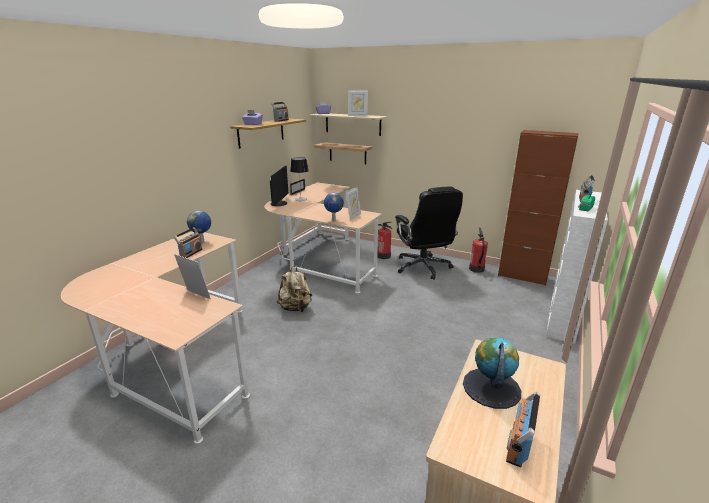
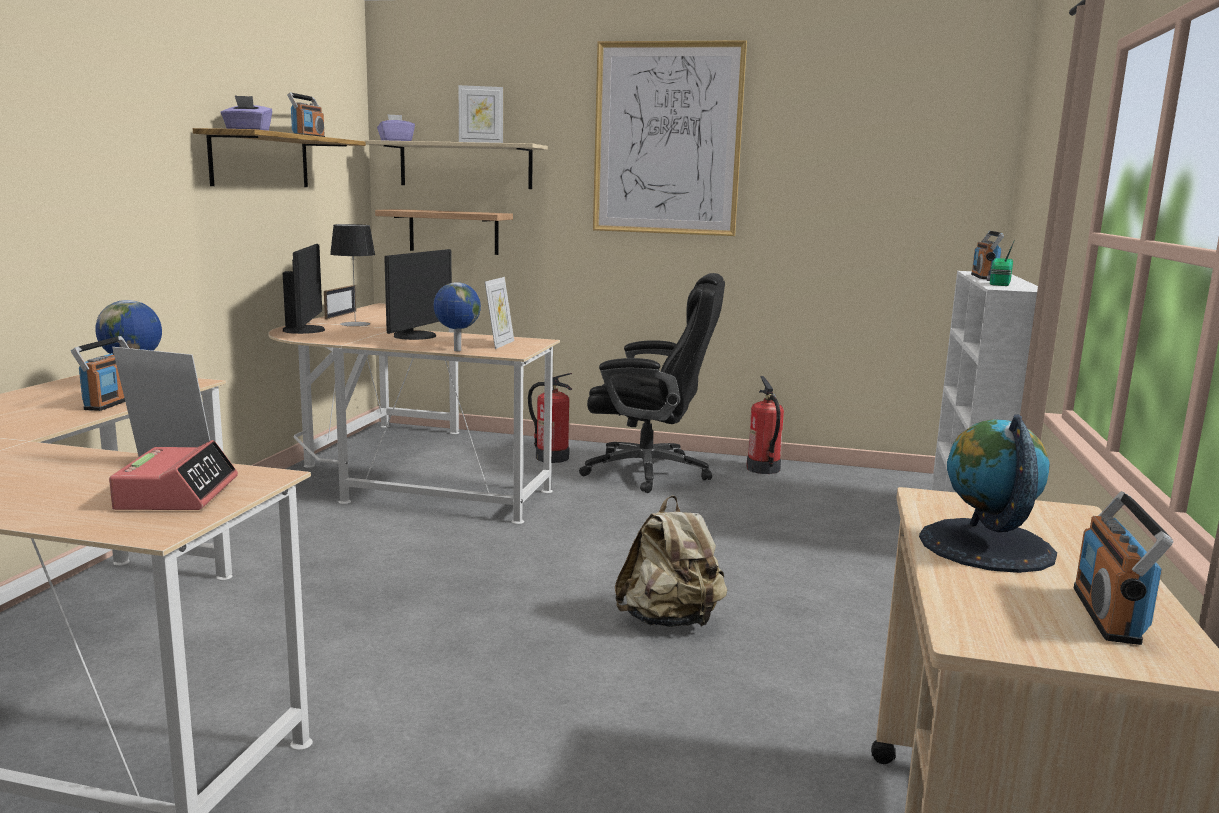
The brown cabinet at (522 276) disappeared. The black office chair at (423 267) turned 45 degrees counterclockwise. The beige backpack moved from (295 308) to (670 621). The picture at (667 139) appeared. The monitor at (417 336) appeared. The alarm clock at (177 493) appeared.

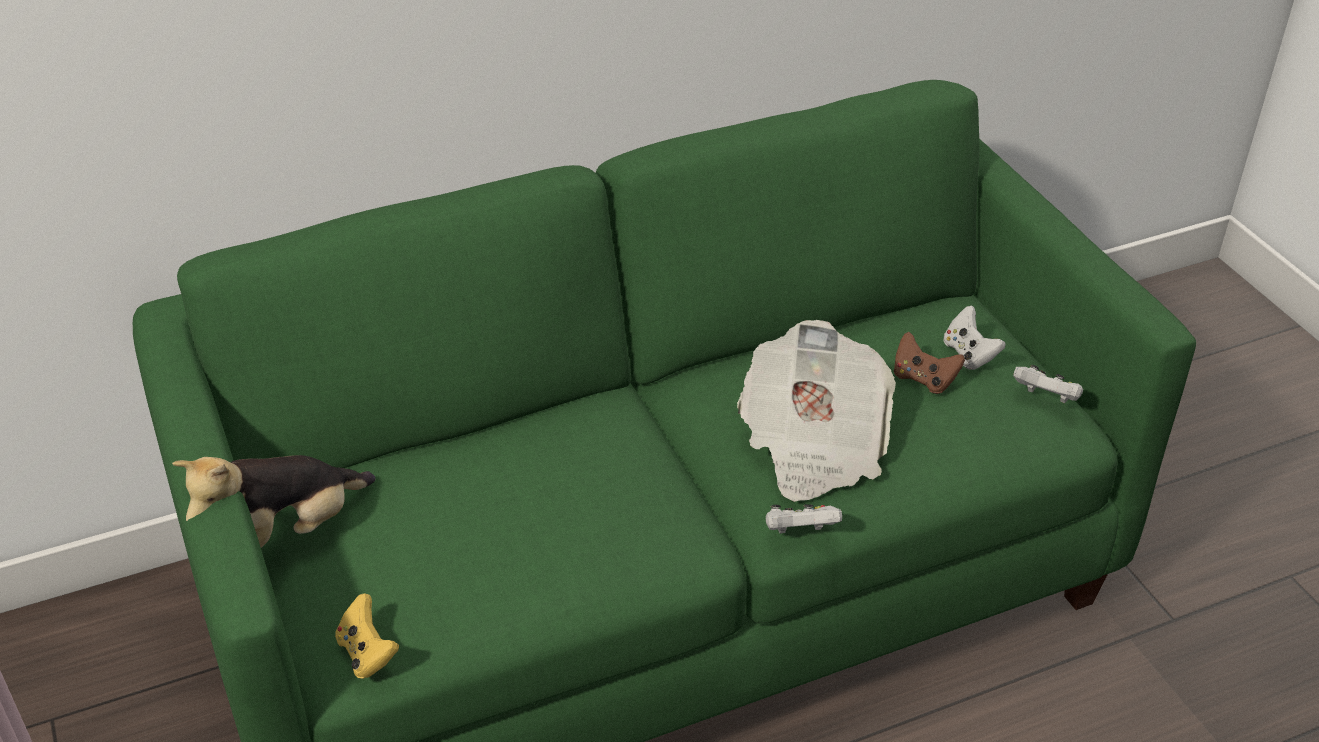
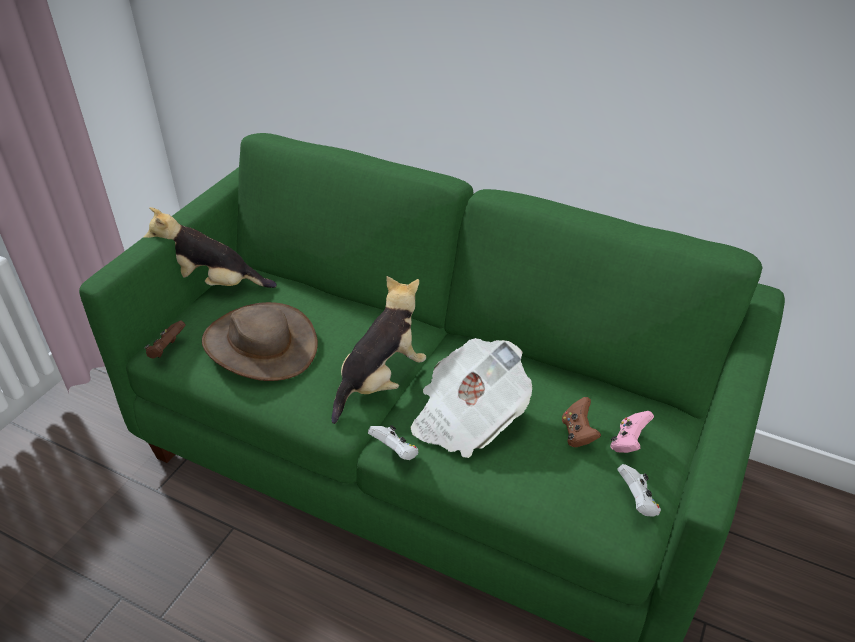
The white game controller at (969 354) became the pink game controller at (628 442). The yellow game controller at (367 654) became the brown game controller at (167 350). The plush toy at (380 381) appeared. The brown hat at (260 344) appeared.

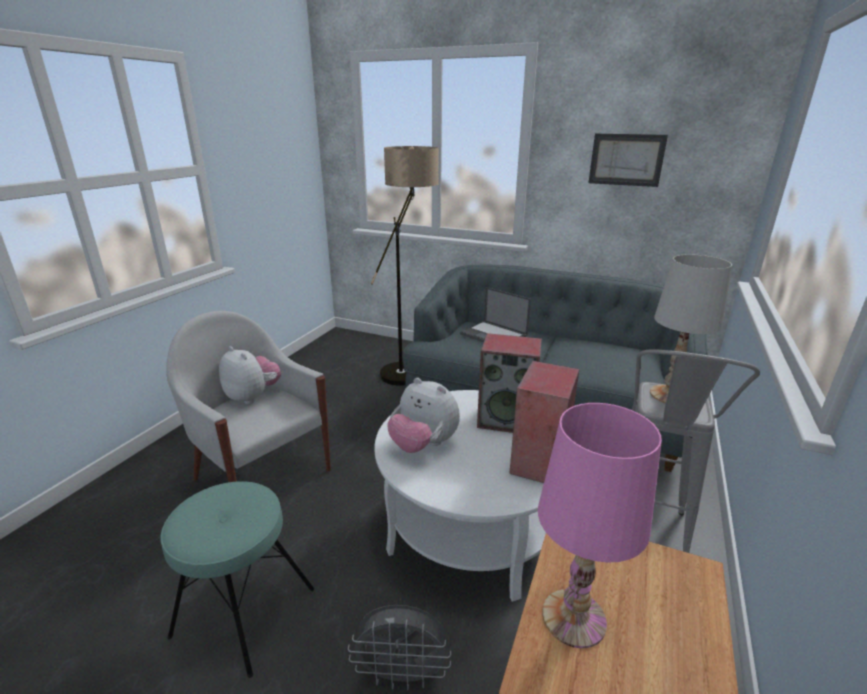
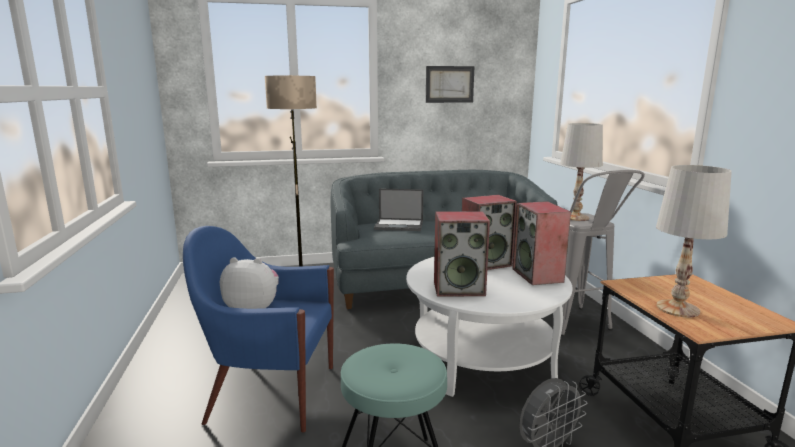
The white armchair at (262 473) became the blue armchair at (270 393). The plush toy at (423 445) was replaced by the speaker at (459 288). The pink table lamp at (574 619) became the white table lamp at (678 309).

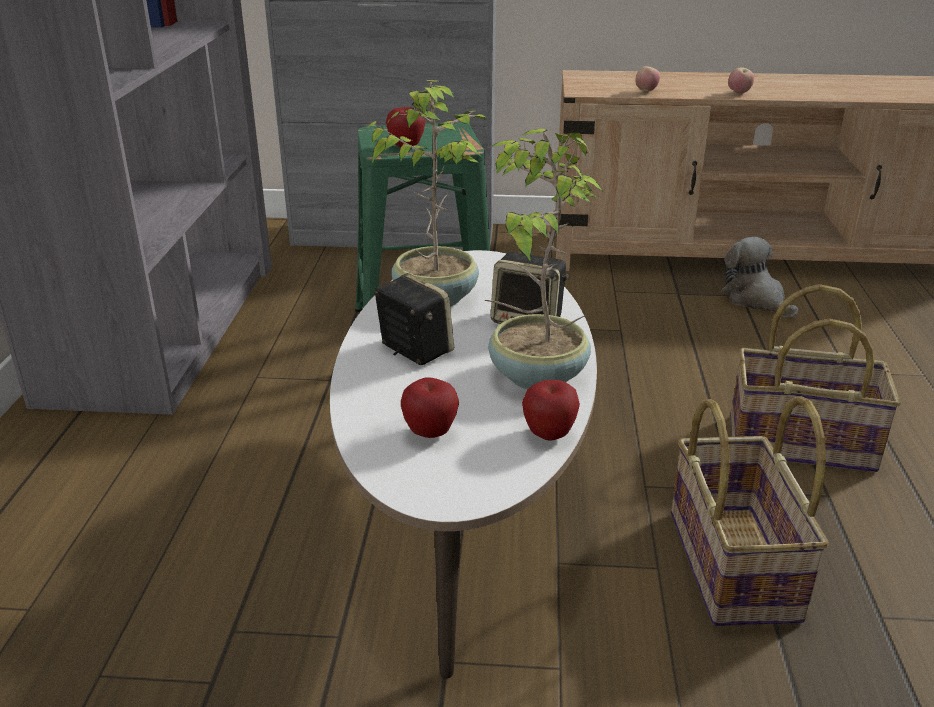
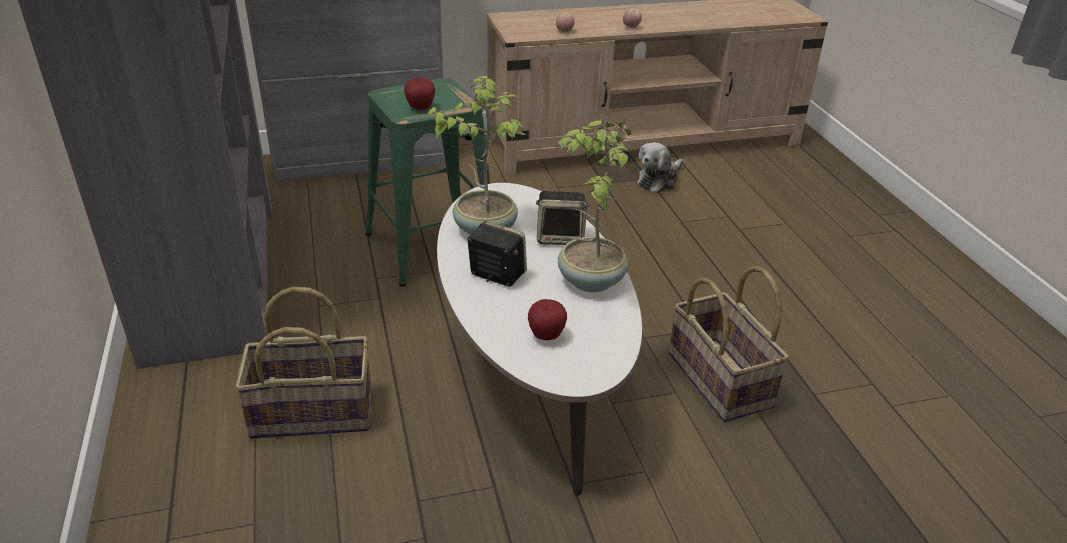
The plush toy at (755 300) turned 90 degrees counterclockwise. The basket moved from (801 442) to (313 412). The apple at (549 434) disappeared.

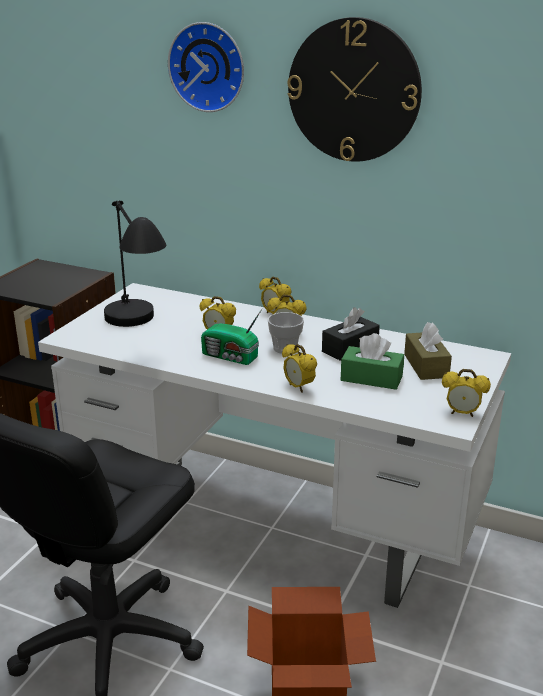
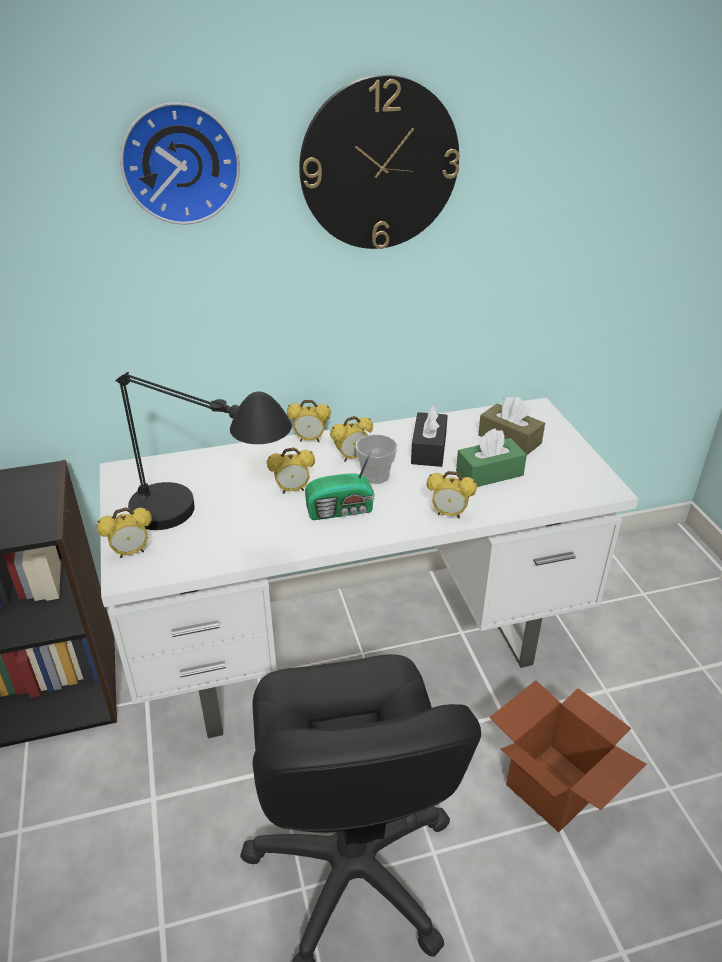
The alarm clock moved from (462 413) to (131 552).

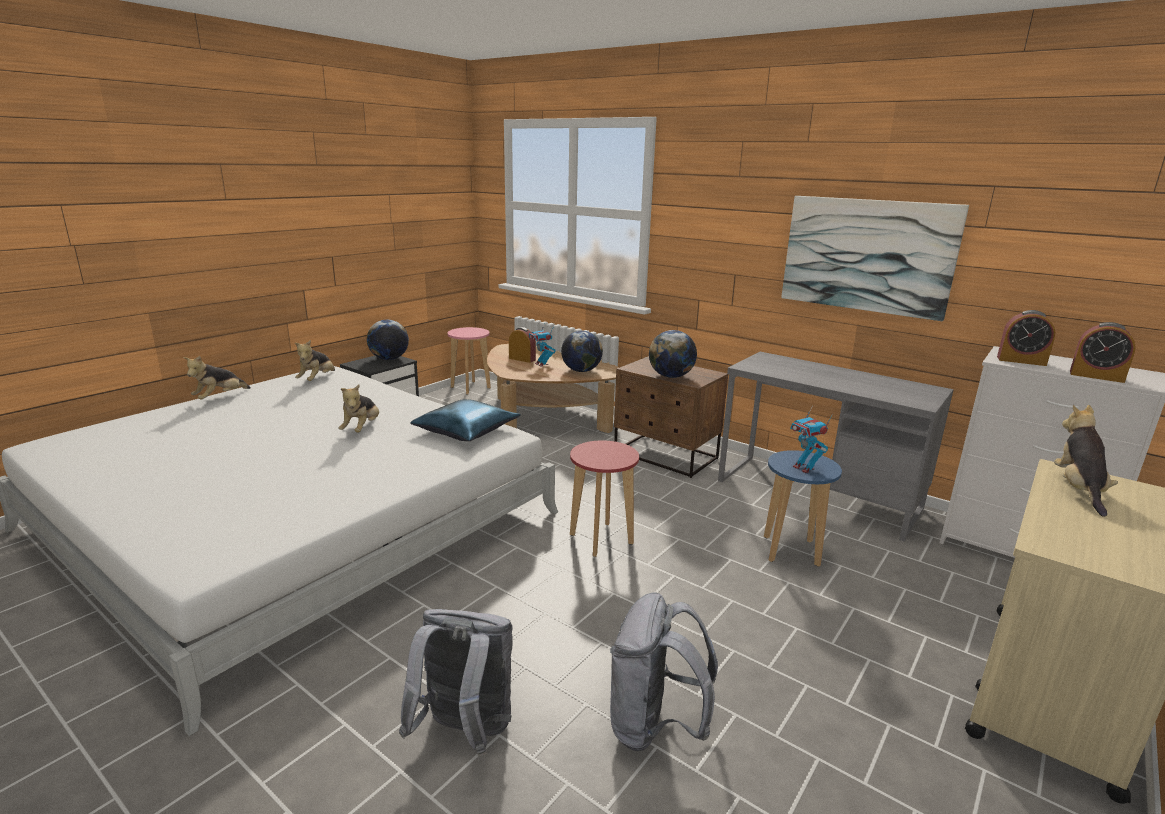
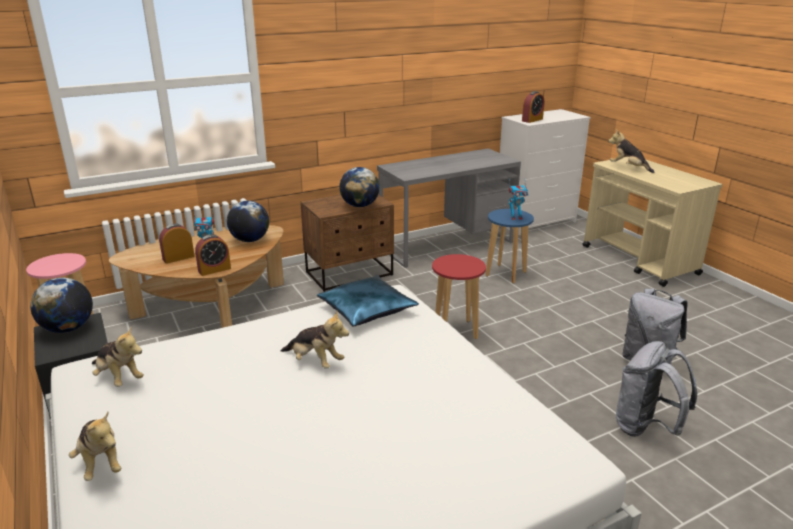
The picture at (867 255) disappeared. The alarm clock moved from (1096 376) to (214 270).

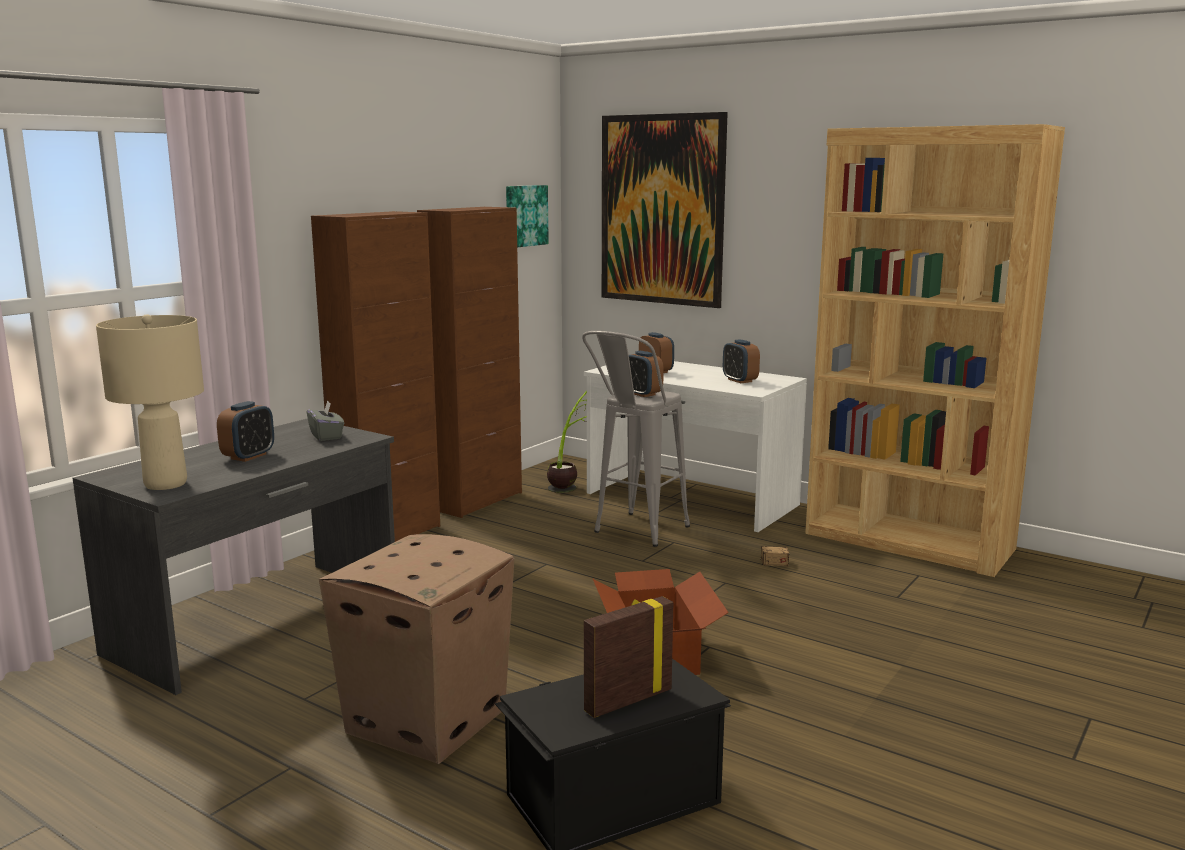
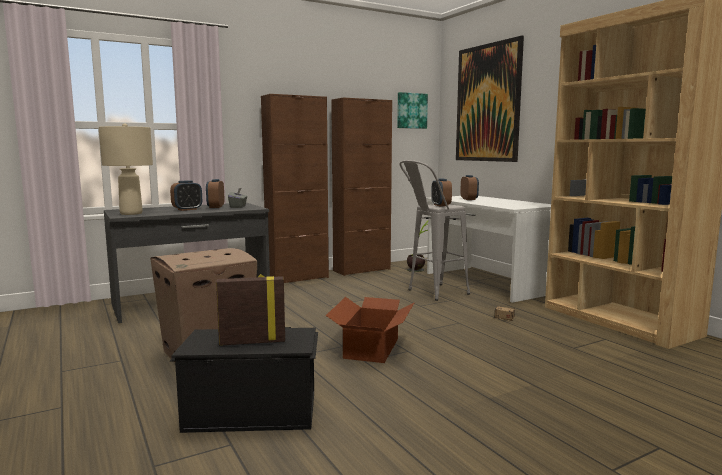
The alarm clock moved from (739 380) to (215 207).

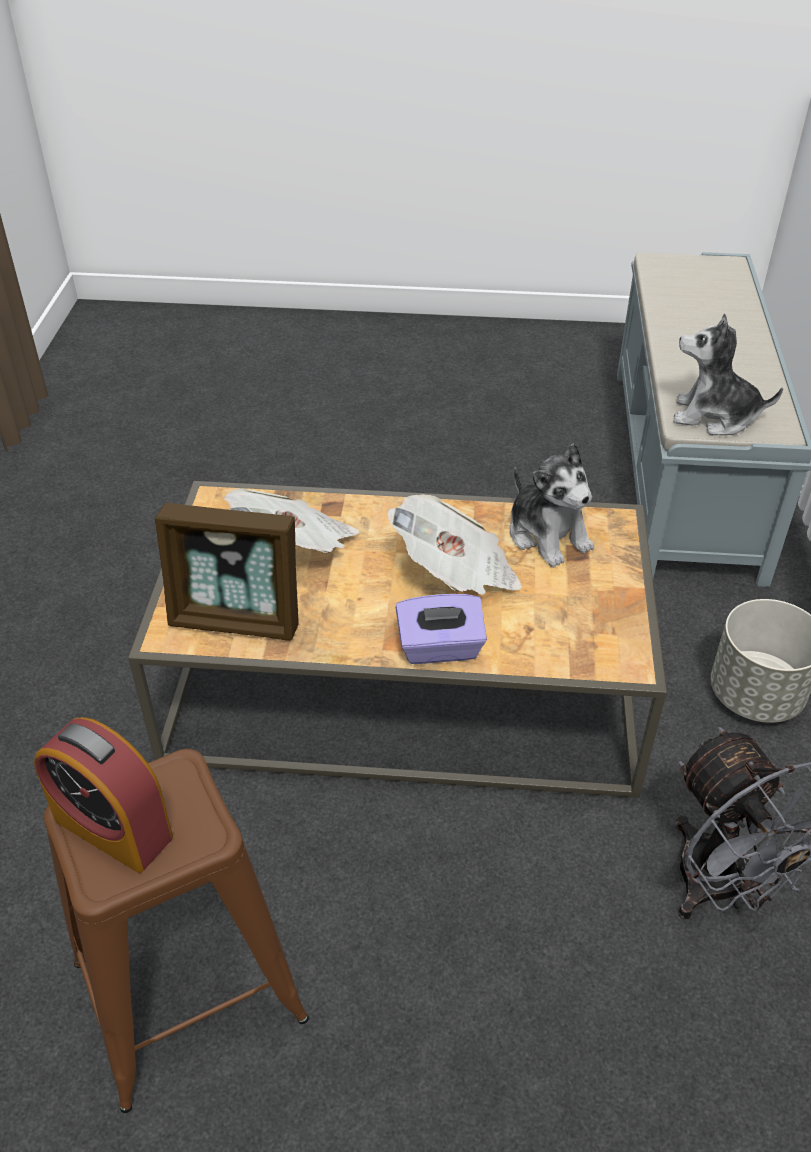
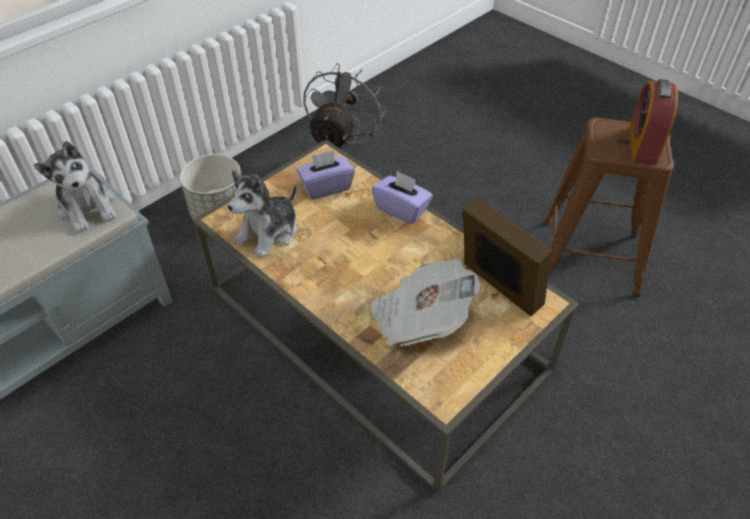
The plush toy at (548 535) turned 150 degrees counterclockwise. The newspaper at (456 573) disappeared. The alarm clock at (113 828) turned 150 degrees counterclockwise. The purple tissue box at (326 187) appeared.

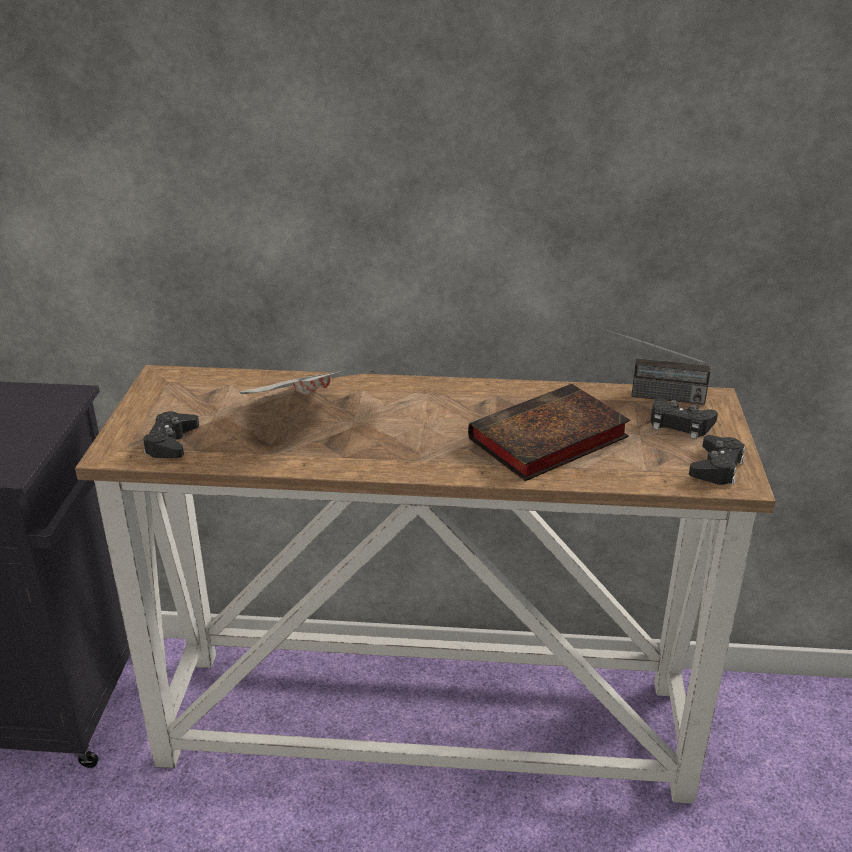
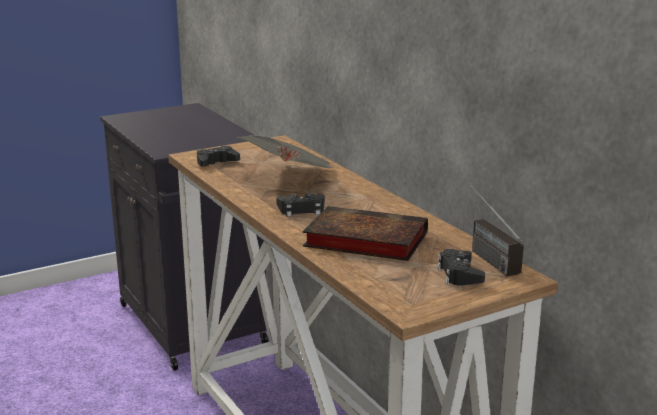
The black game controller moved from (716 467) to (302 210).

